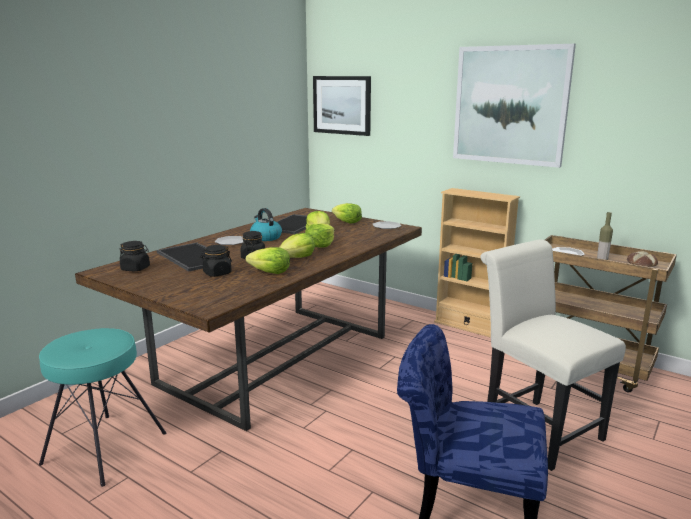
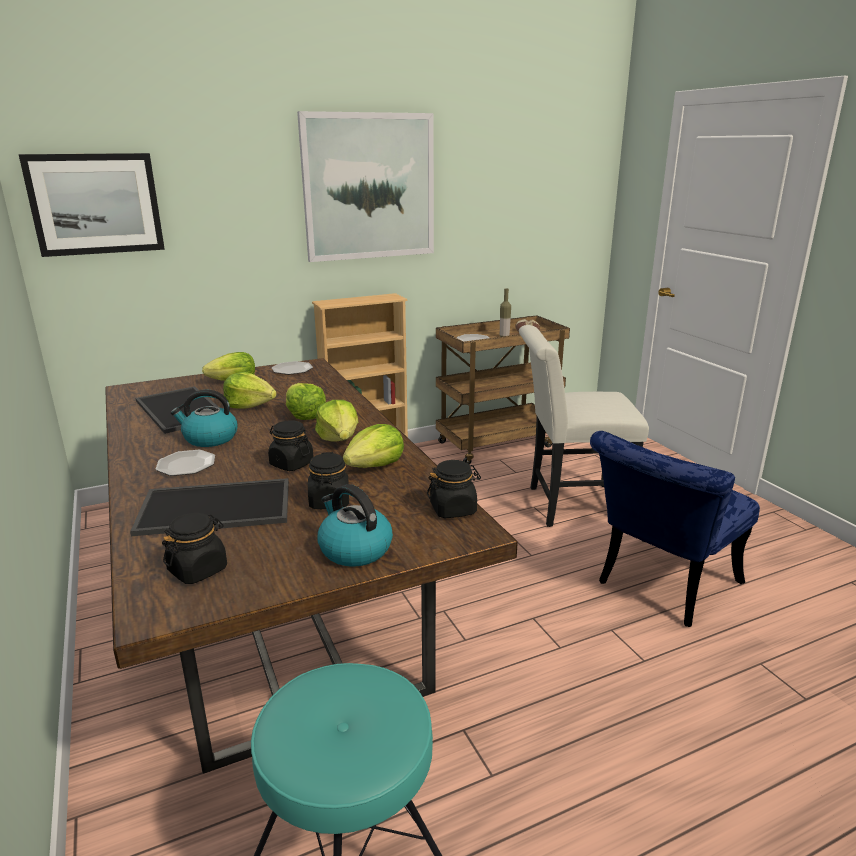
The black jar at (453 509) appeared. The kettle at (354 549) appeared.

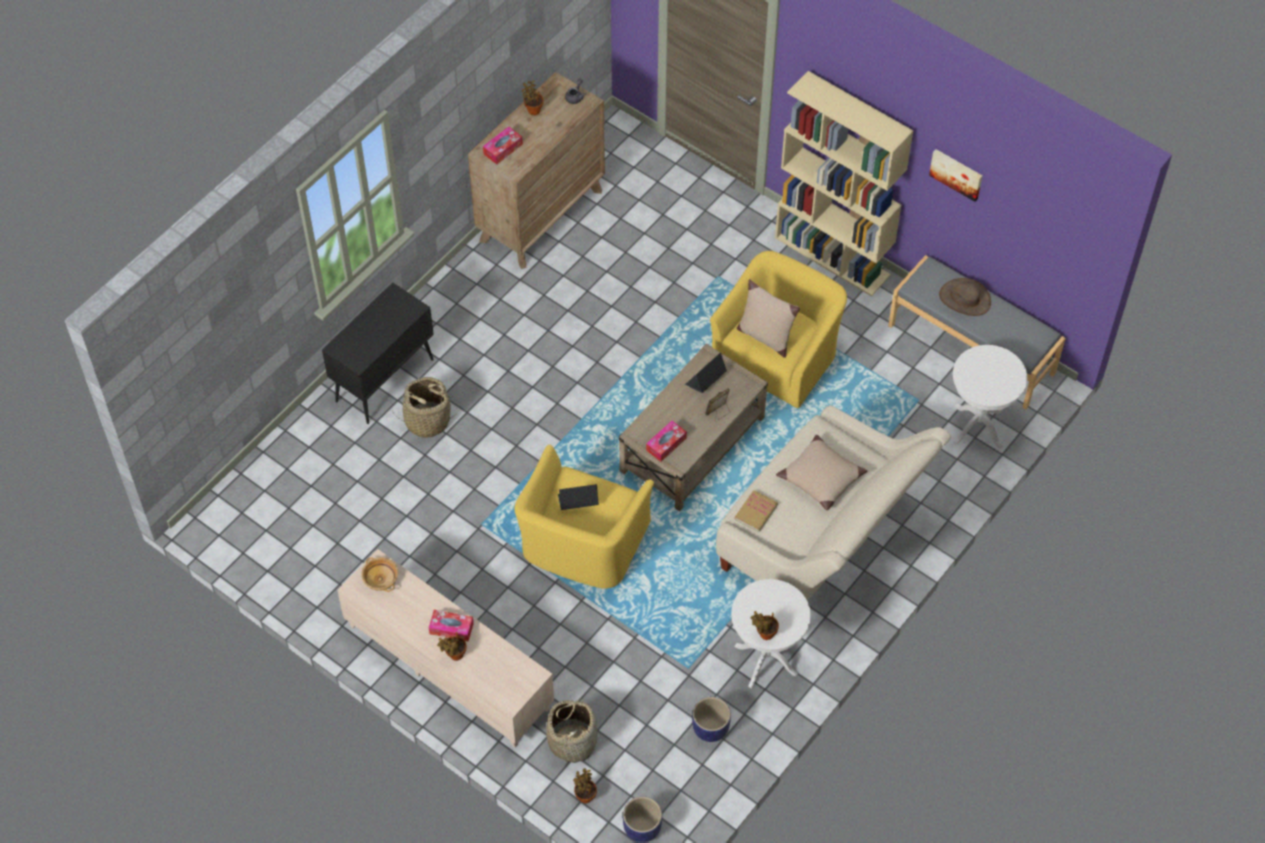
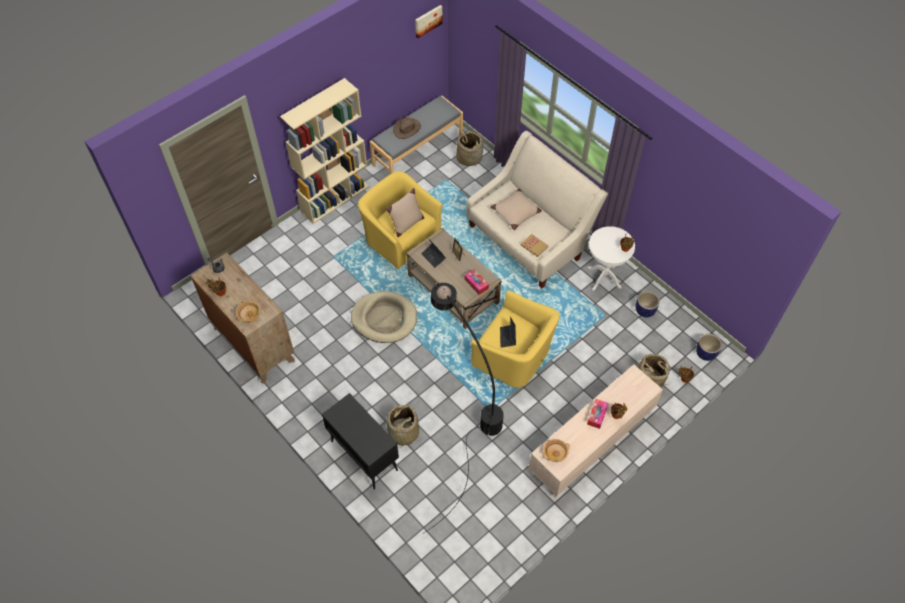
The tissue box at (503 149) was replaced by the beige bowl at (249 315). The picture moved from (957 173) to (428 20). The white side table at (978 426) was replaced by the basket at (469 158). The black floor lamp at (465 412) appeared. The beige dog bed at (384 318) appeared.

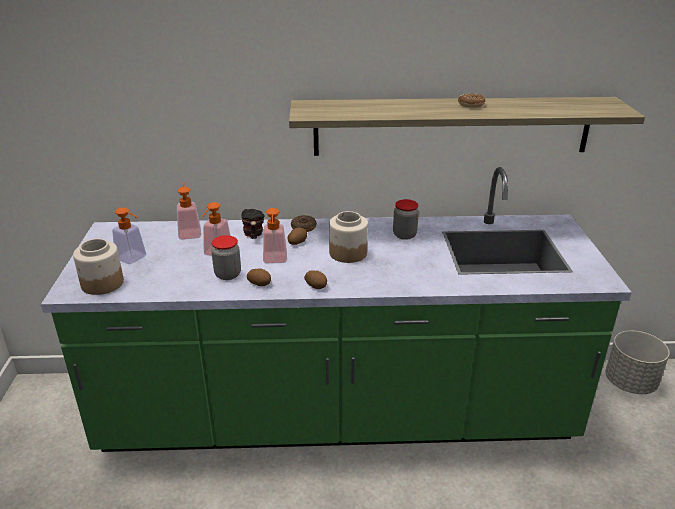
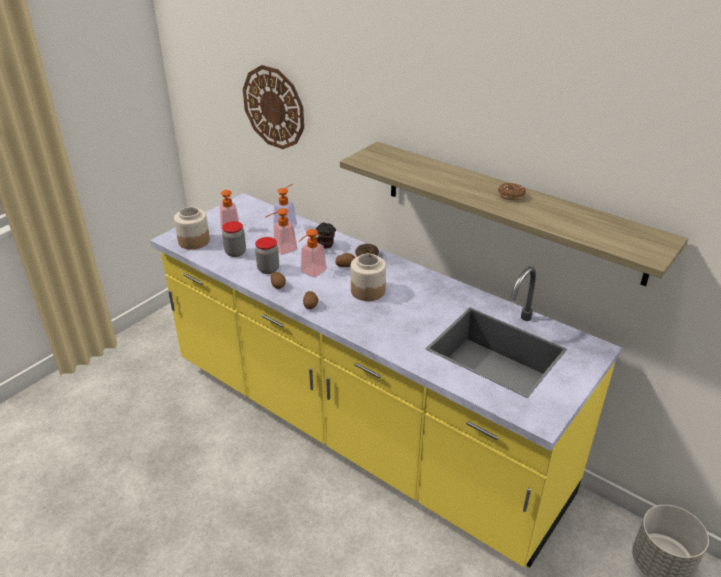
The green counter at (337 415) became the yellow counter at (360 427). The jar moved from (404 235) to (235 252). The wall clock at (274 107) appeared.

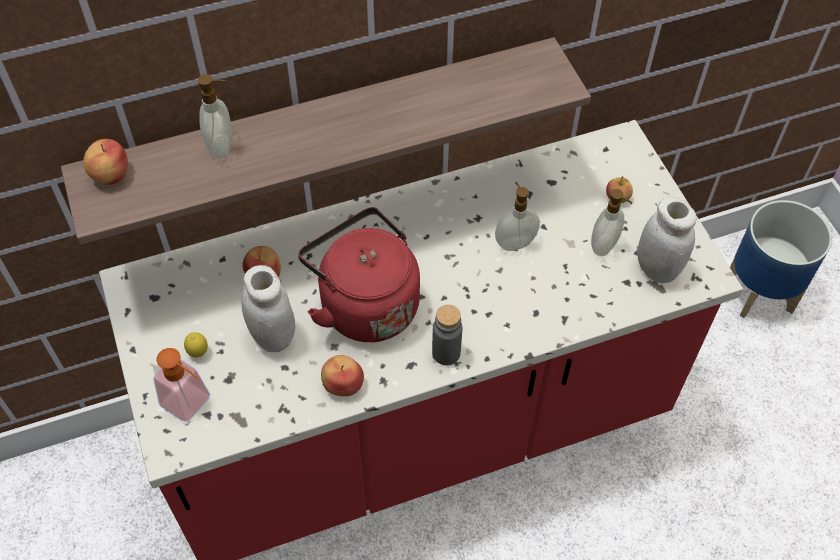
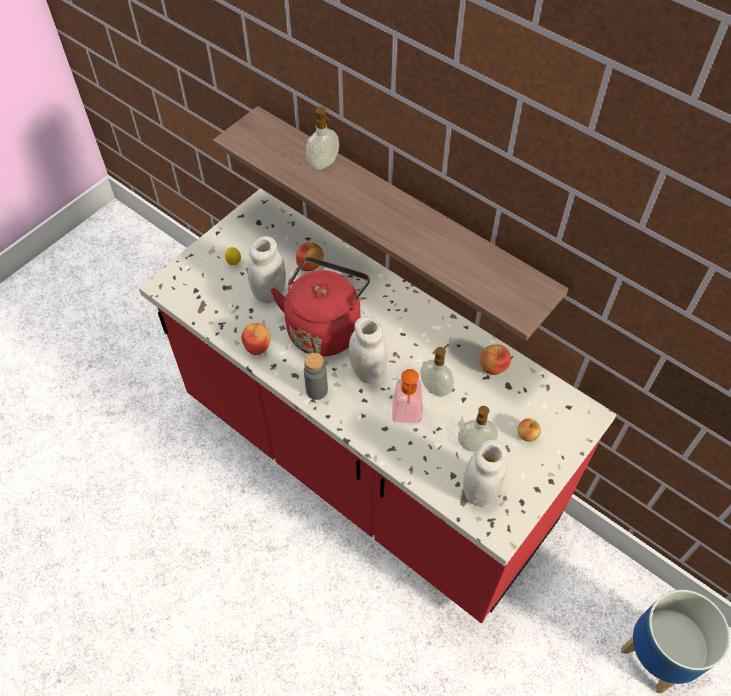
The apple moved from (110 174) to (493 366). The soap dispenser moved from (192 405) to (406 417). The white jar at (368 371) appeared.

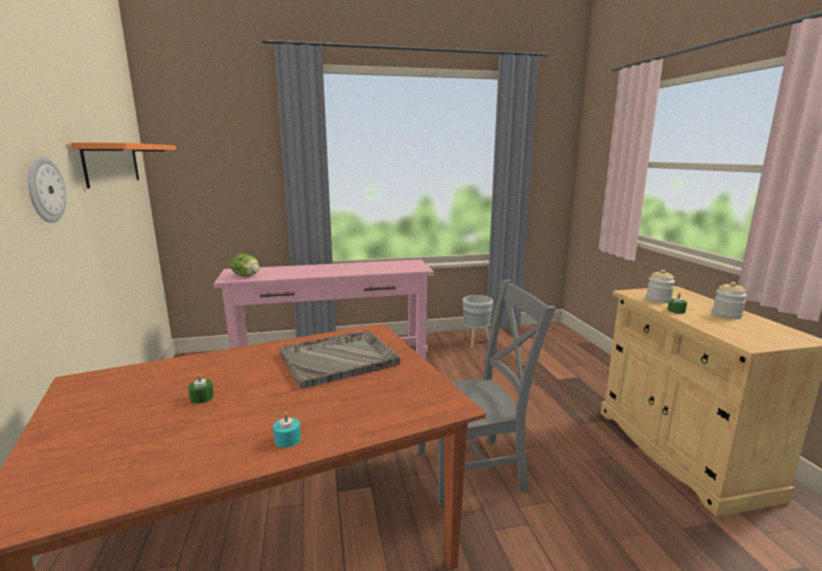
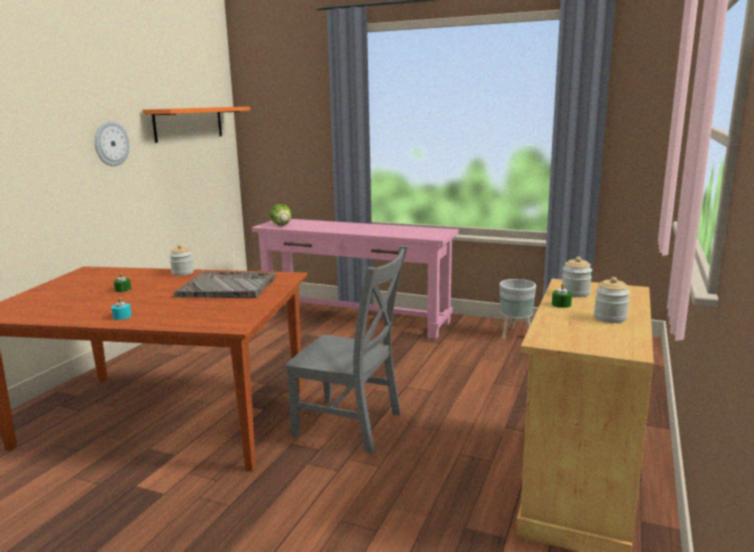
The jar at (182 273) appeared.

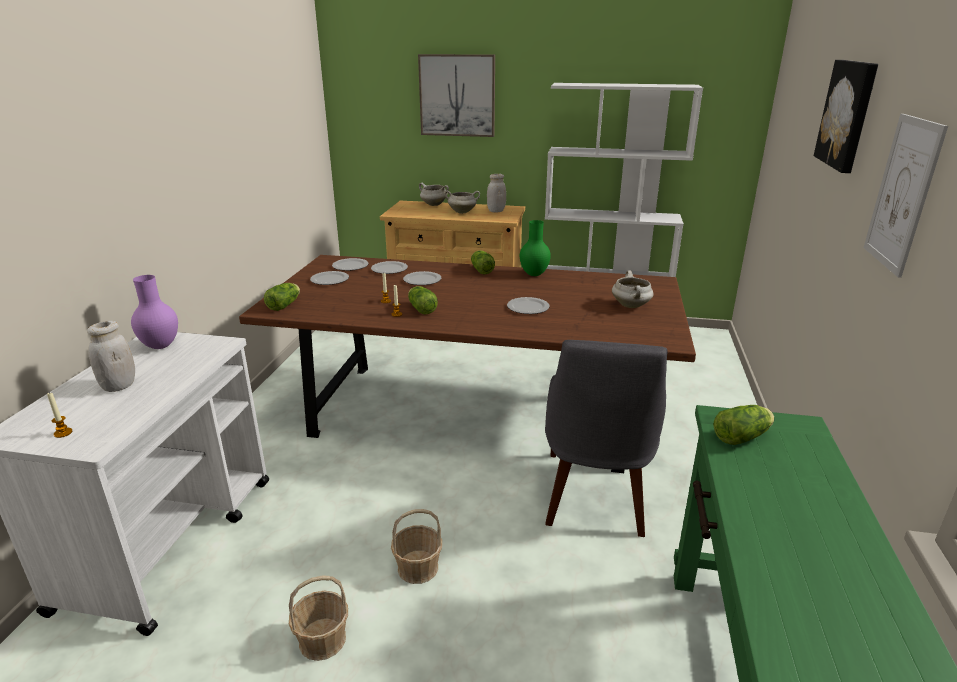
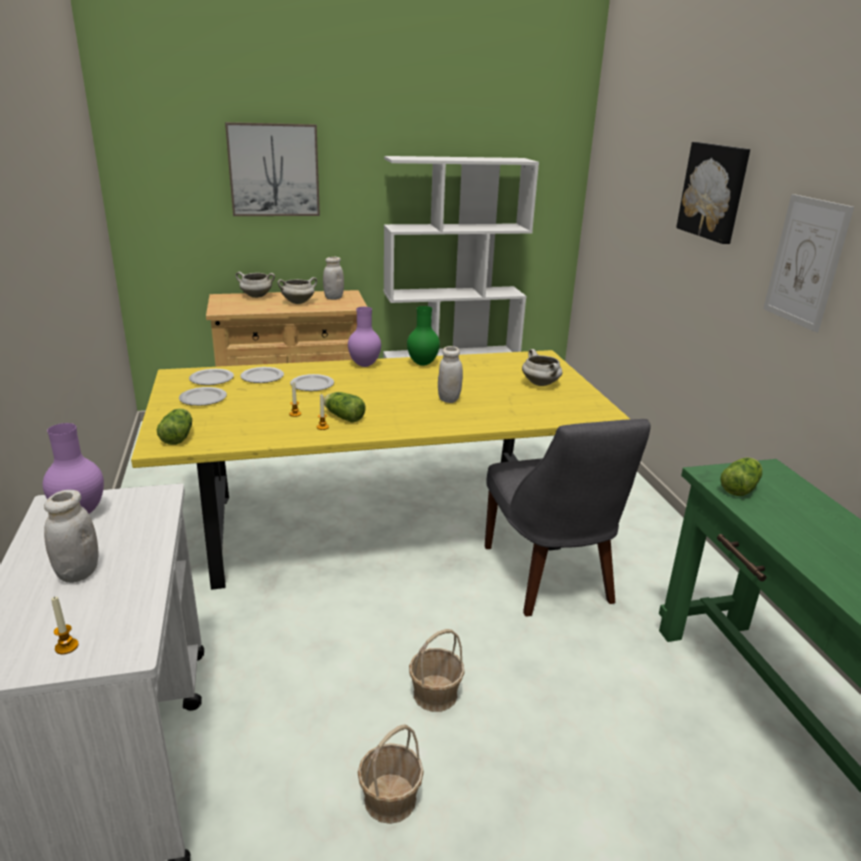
The lettuce at (481 270) was replaced by the purple vase at (364 365). The brown dining table at (474 414) became the yellow dining table at (382 523). The plate at (527 307) was replaced by the white jar at (449 399).

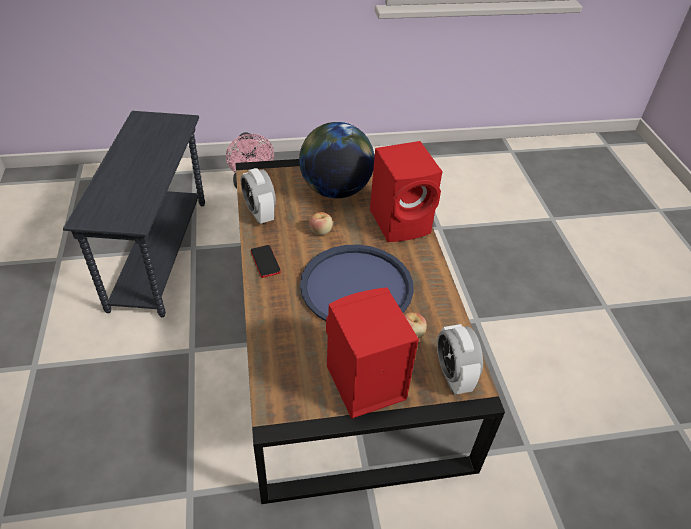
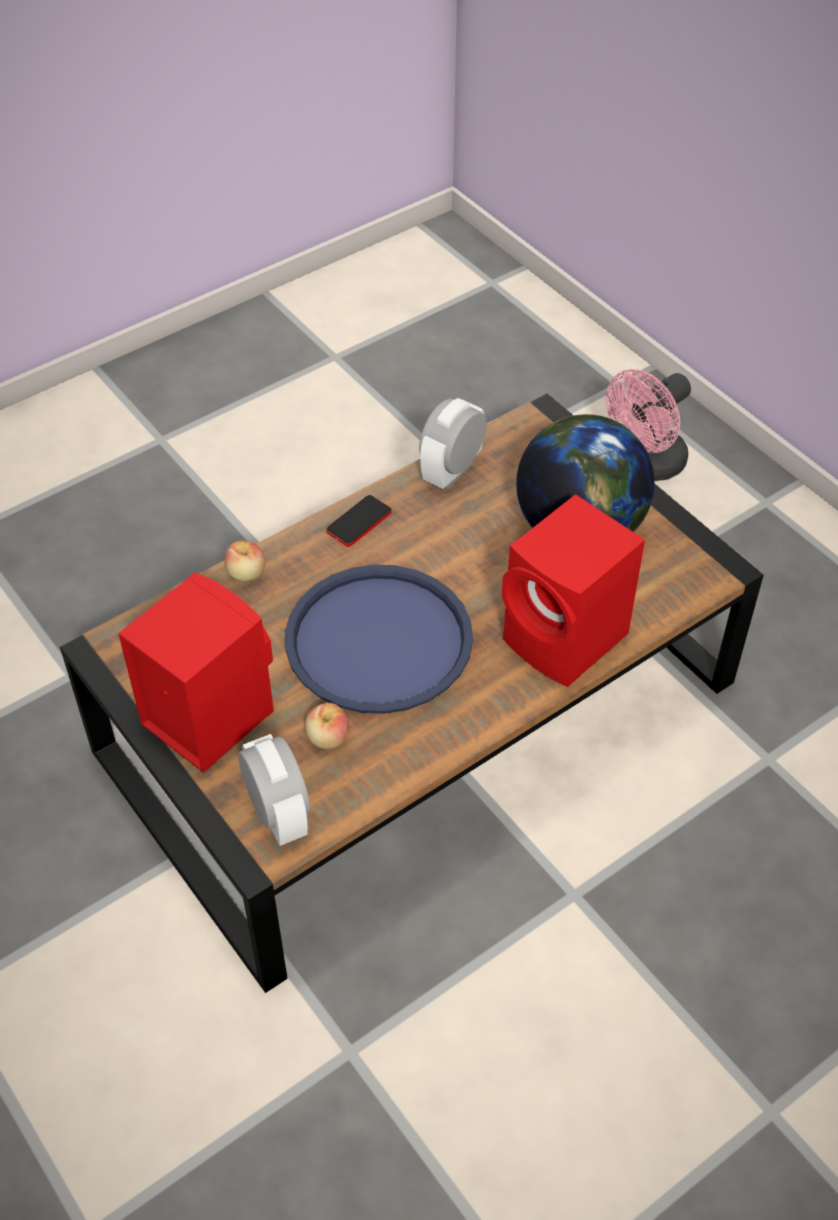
The grey side table at (160 253) disappeared. The apple moved from (321 231) to (246 573). The alarm clock at (453 375) turned 105 degrees clockwise.

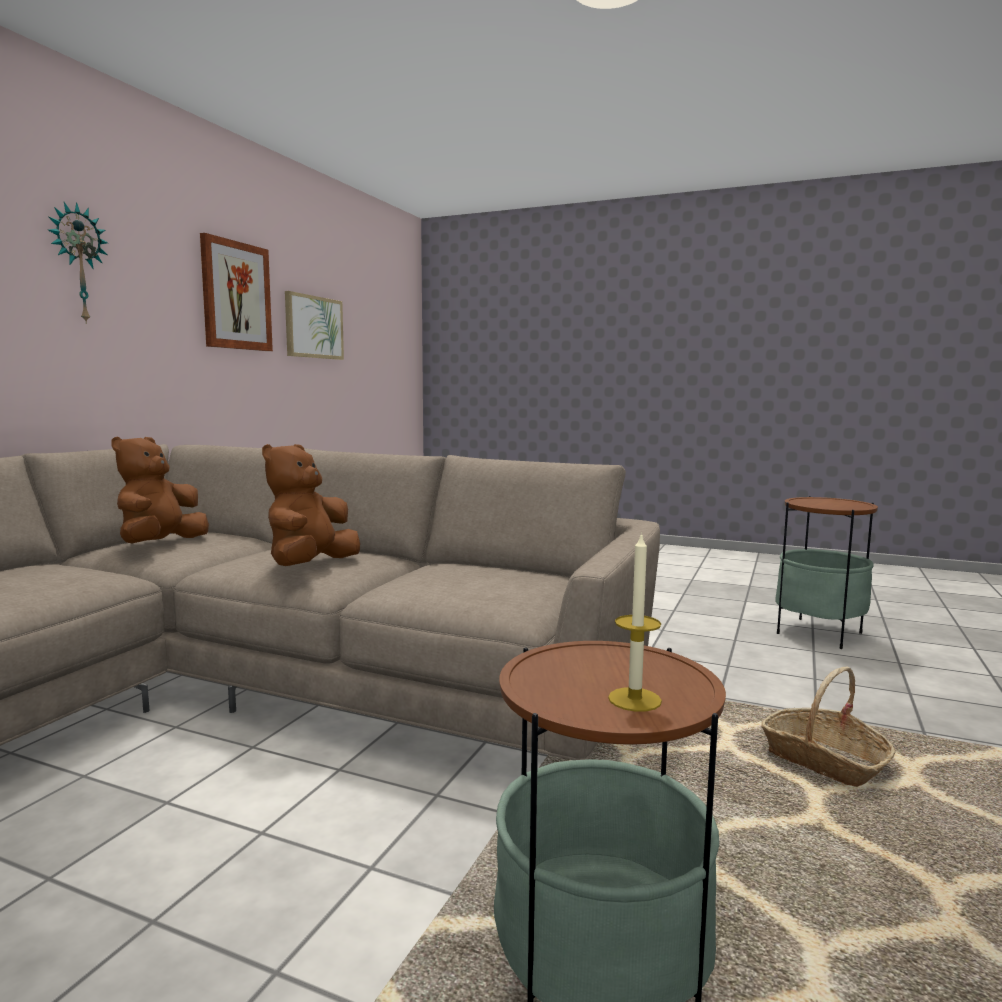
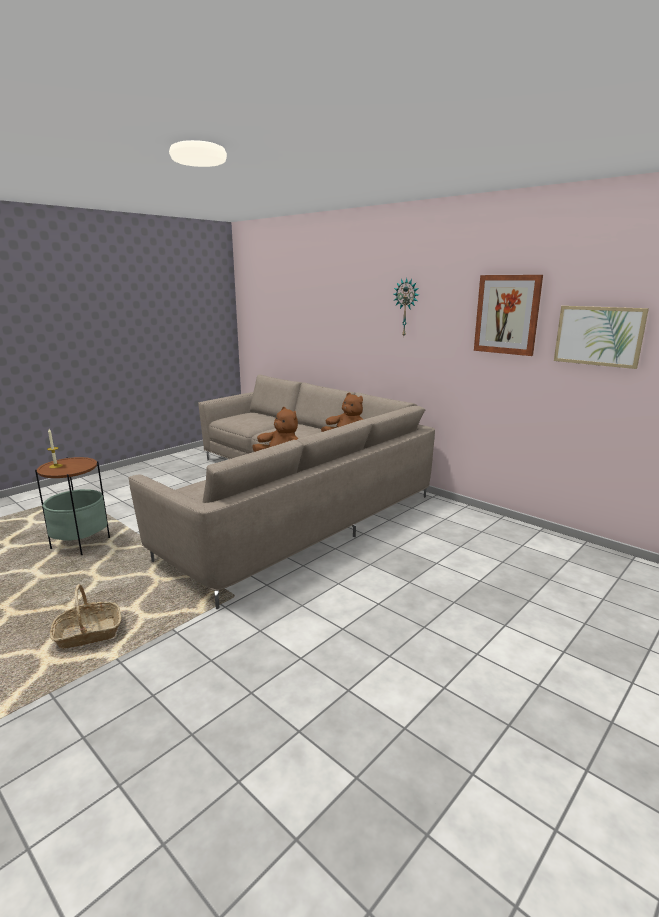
The side table at (819 633) disappeared.

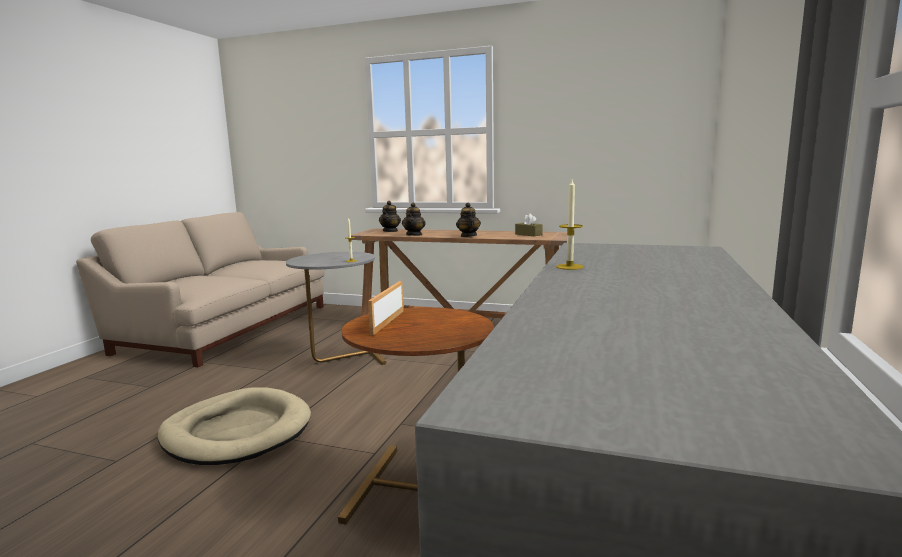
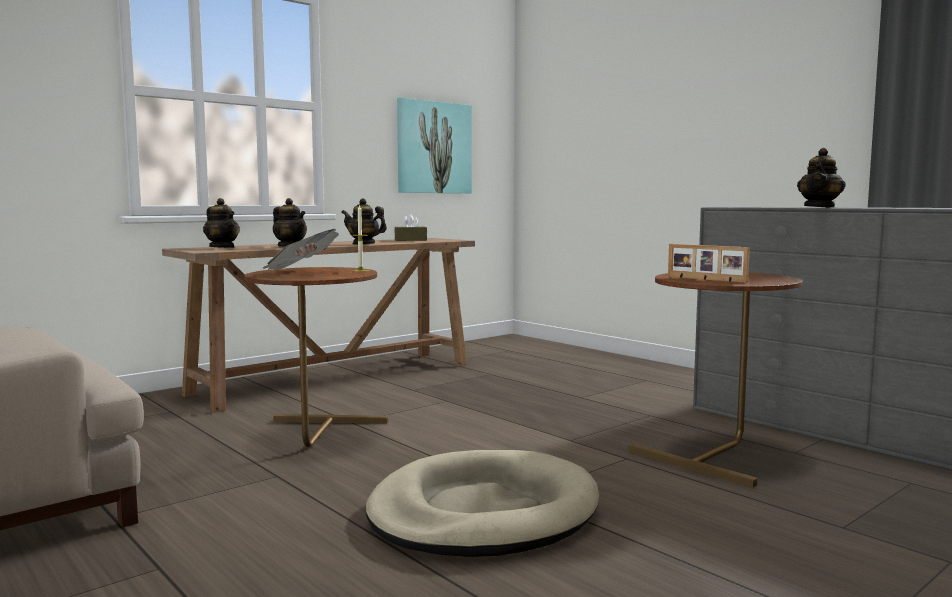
The candle at (569 267) was replaced by the teapot at (820 207). The grey side table at (340 358) became the brown side table at (317 437). The picture at (434 147) appeared. The newspaper at (301 271) appeared.

